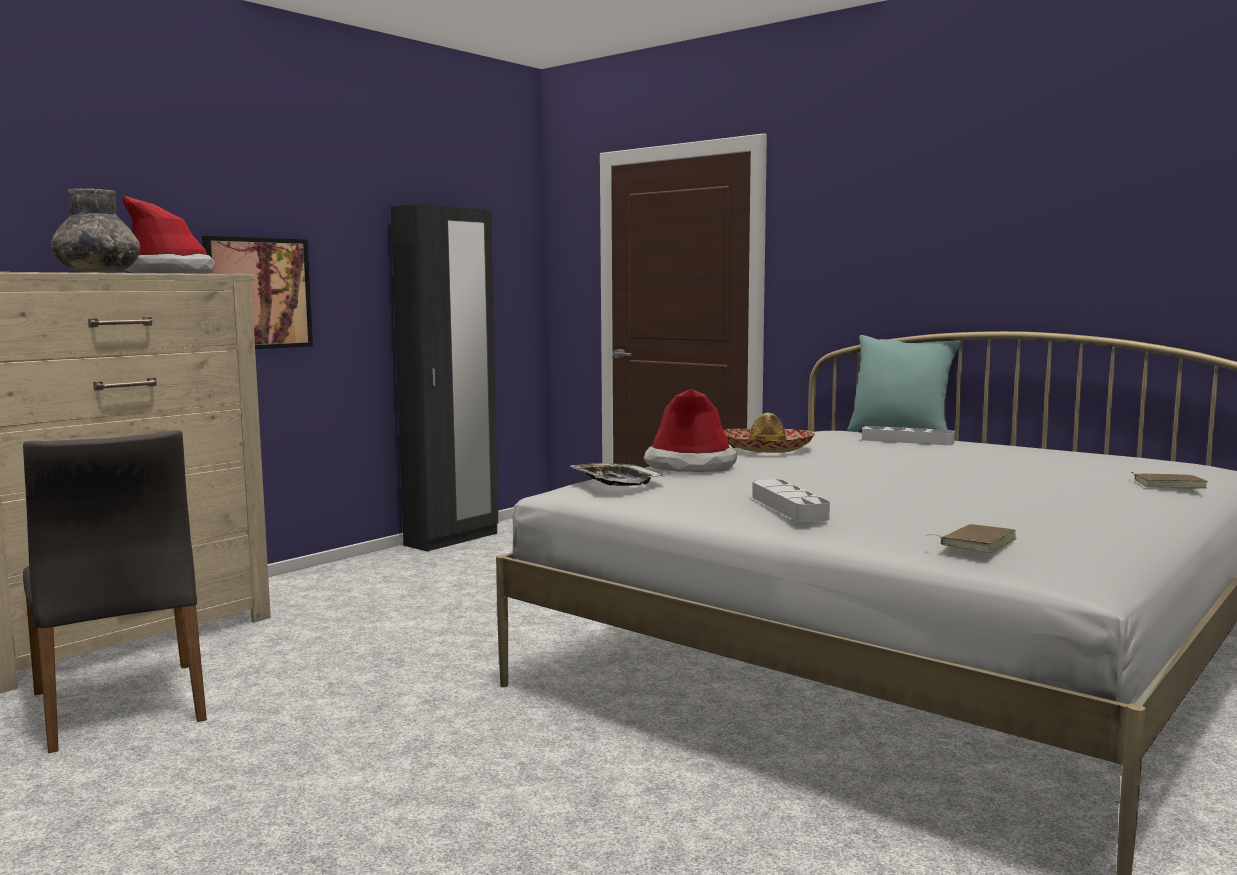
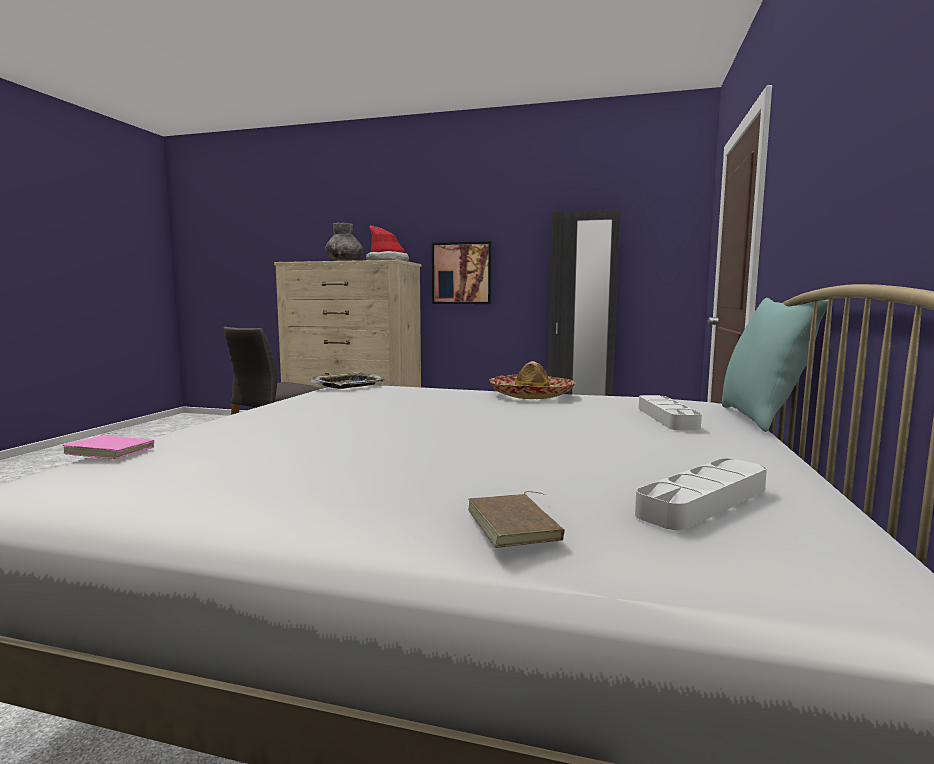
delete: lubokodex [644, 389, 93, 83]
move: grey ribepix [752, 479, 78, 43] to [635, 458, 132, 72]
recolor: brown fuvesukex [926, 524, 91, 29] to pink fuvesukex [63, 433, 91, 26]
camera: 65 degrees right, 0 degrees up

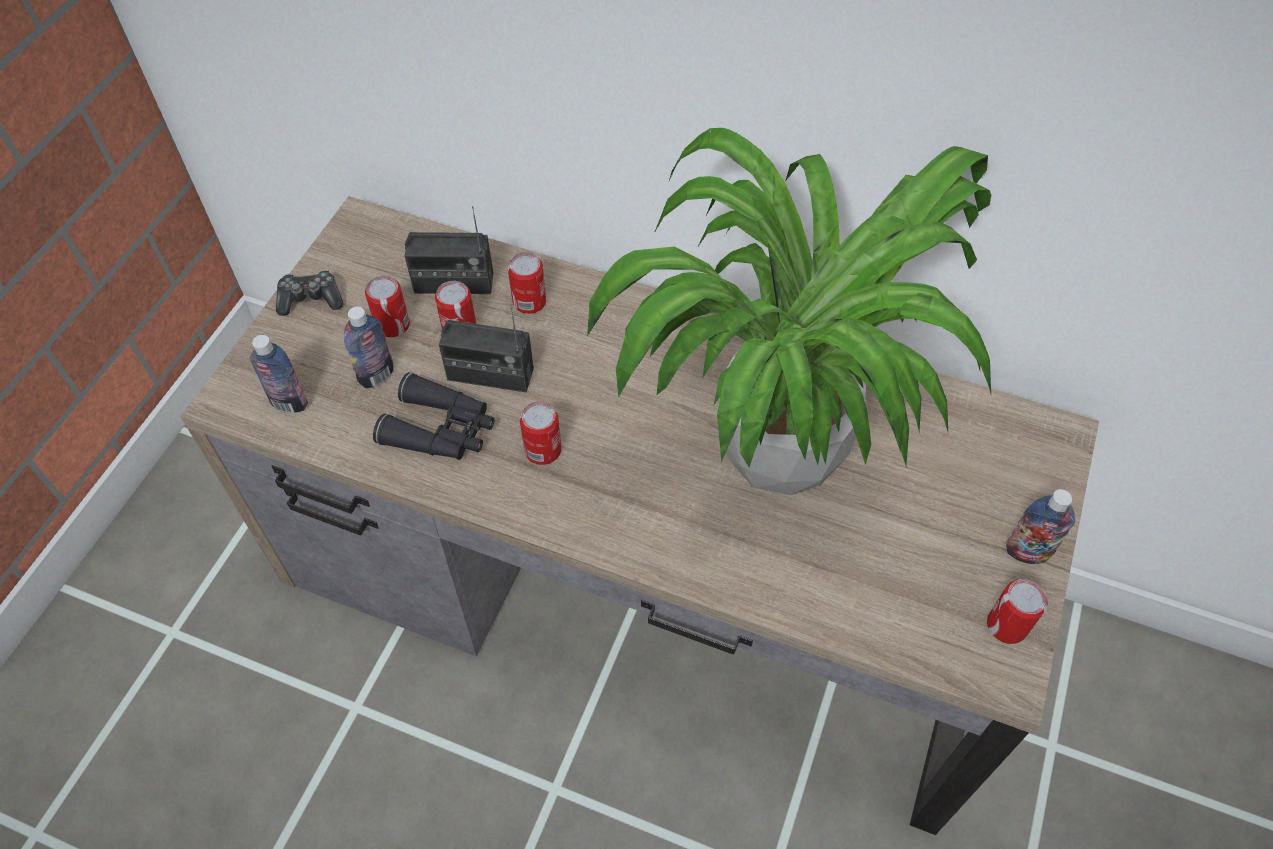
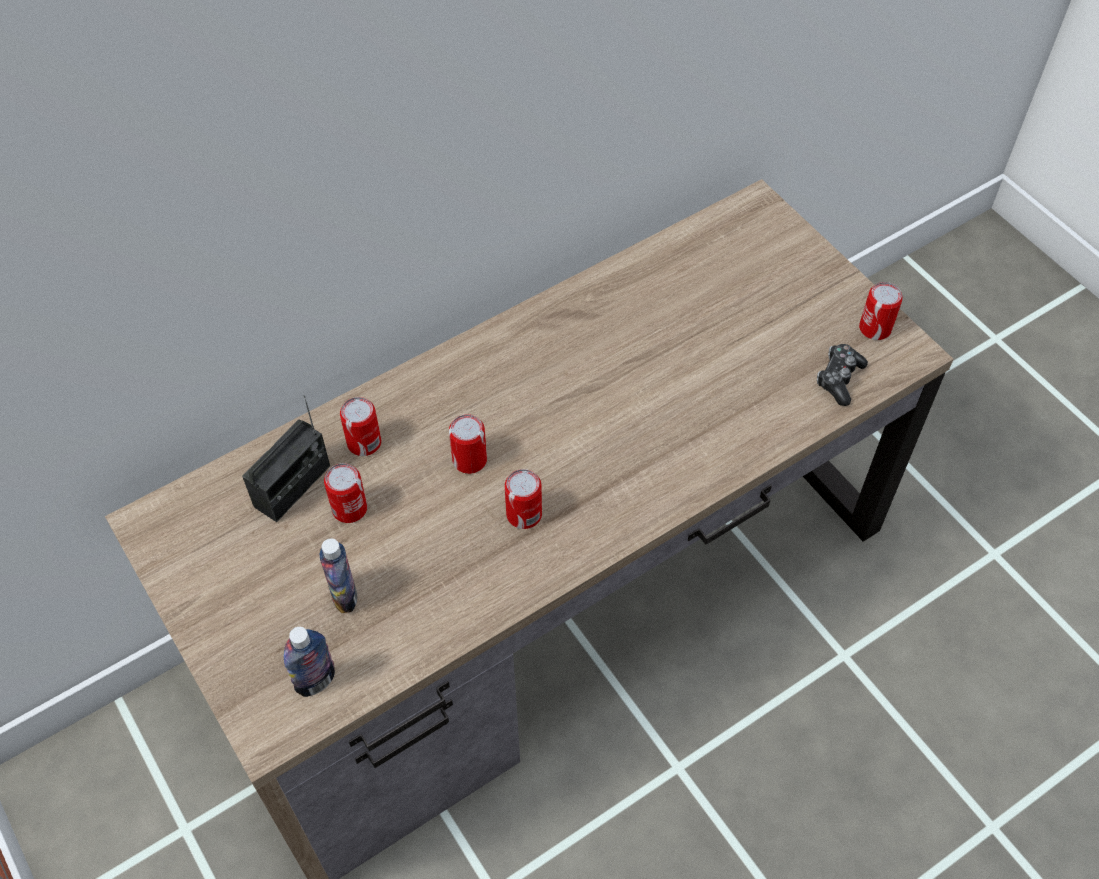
delete: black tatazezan [373, 372, 122, 88]; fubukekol [439, 307, 95, 85]; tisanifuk [587, 128, 404, 367]; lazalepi [1006, 489, 69, 75]
move: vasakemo [276, 270, 67, 46] to [817, 344, 51, 62]; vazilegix [365, 276, 45, 61] to [449, 414, 38, 60]
camera: 55 degrees left, 0 degrees up

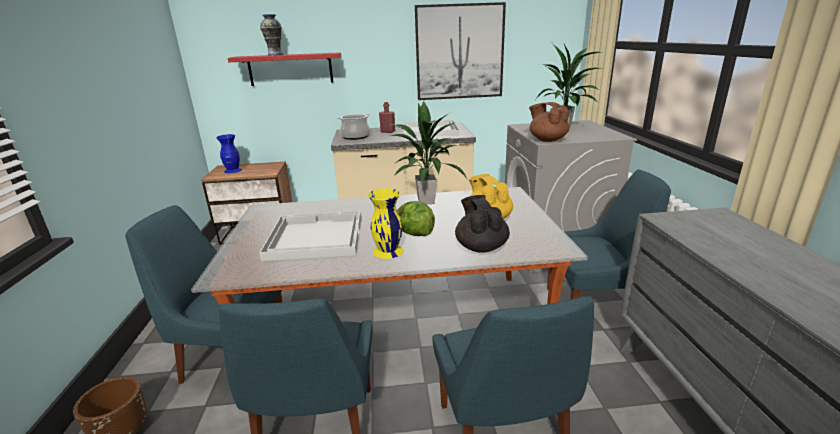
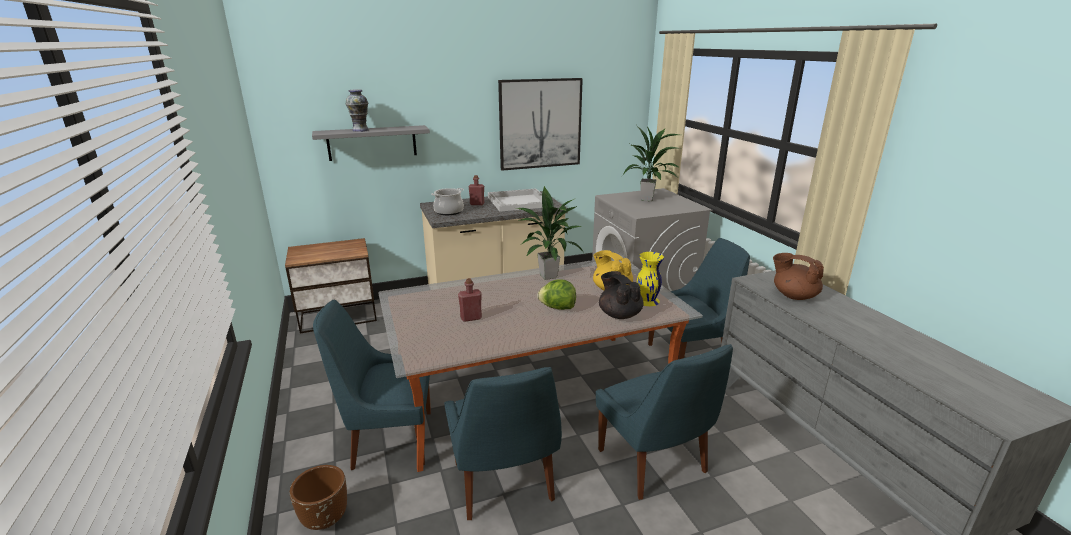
delete: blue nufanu [216, 134, 26, 39]
move: yellow nufanu [368, 188, 35, 71] to [637, 252, 27, 54]; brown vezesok [529, 102, 40, 40] to [773, 253, 51, 47]
replace: white ribepix [259, 211, 102, 50] to red lazalepi [458, 278, 24, 44]
recolor: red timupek [228, 52, 113, 34] to grey timupek [312, 125, 118, 36]
camera: 15 degrees left, 0 degrees up

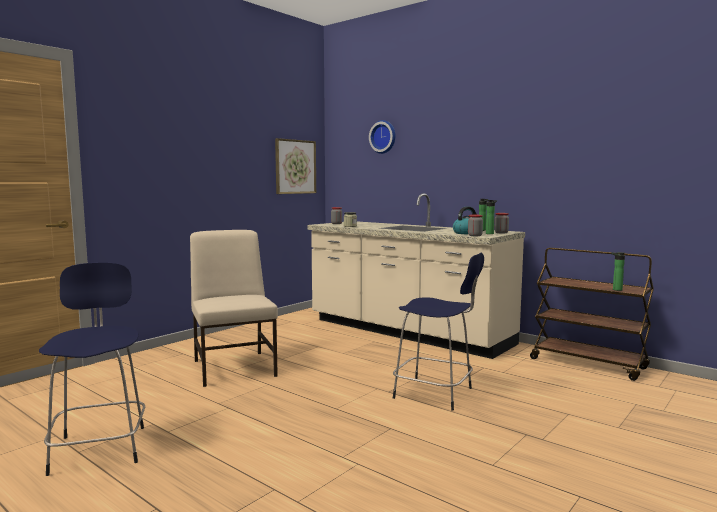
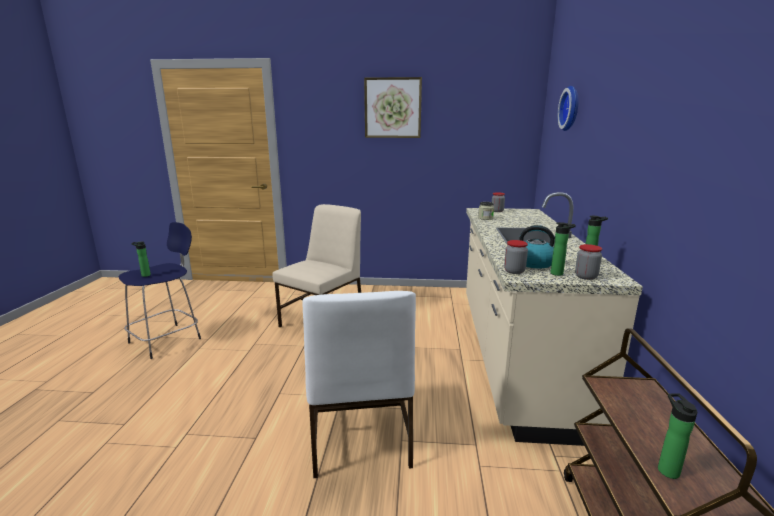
insert: lazalepi [131, 241, 20, 36]
move: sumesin [275, 138, 41, 56] to [364, 77, 58, 61]
replace: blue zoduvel [393, 253, 91, 158] to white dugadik [302, 291, 114, 187]
camera: 55 degrees right, 10 degrees up

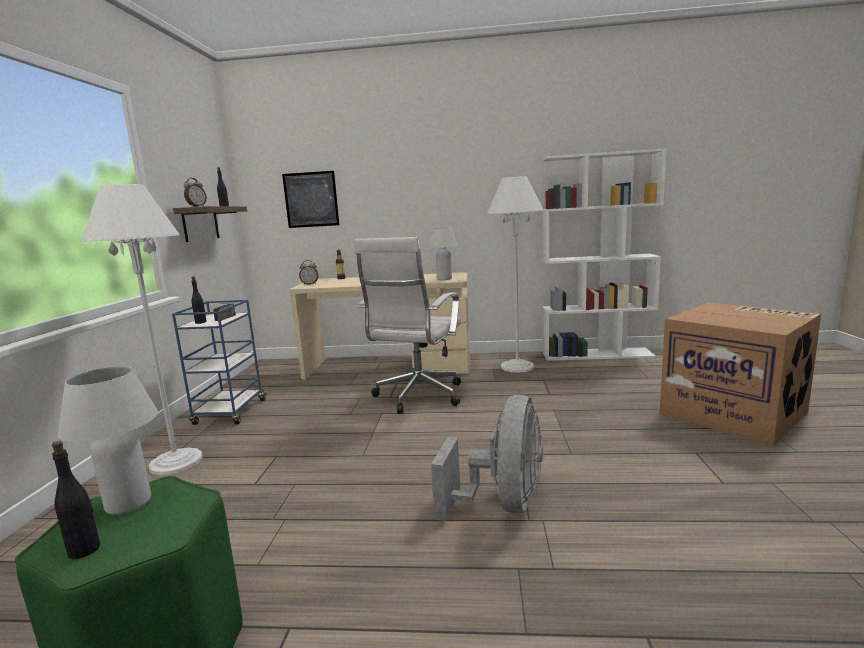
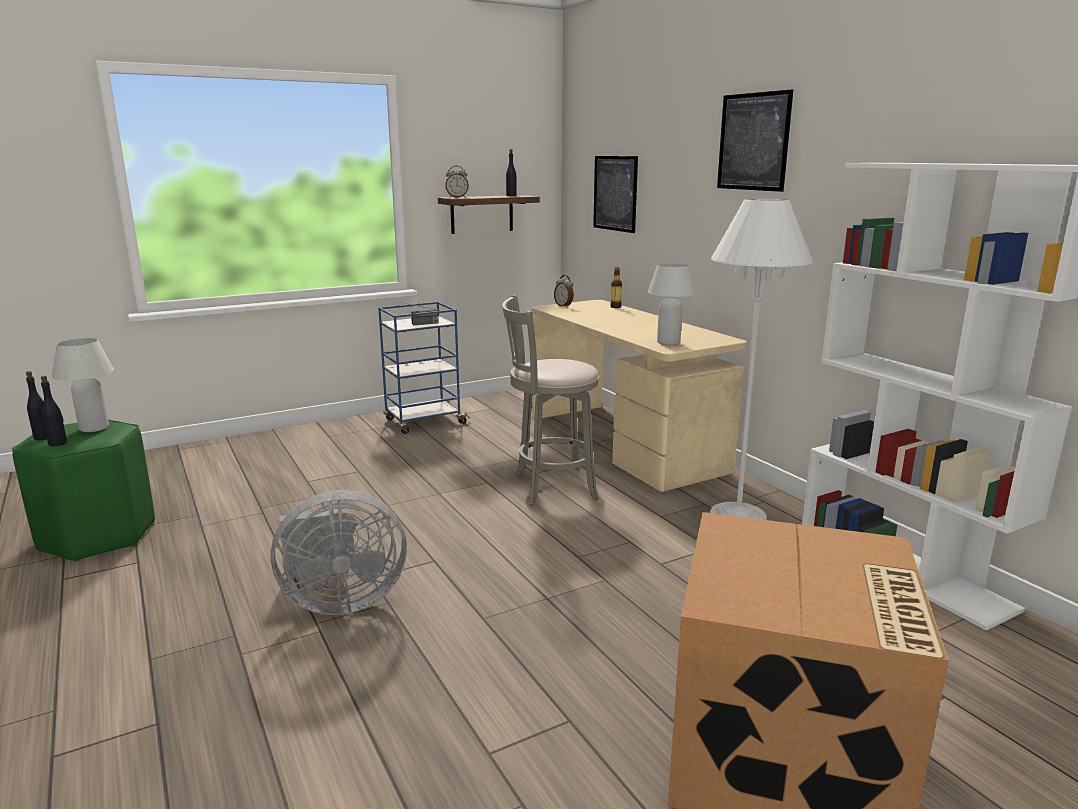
delete: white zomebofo [80, 184, 123, 291]
insert: sumesin [717, 89, 76, 103]
move: black lazalepi [191, 276, 16, 48] to [41, 376, 26, 70]
replace: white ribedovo [354, 237, 107, 177] to grey zoduvel [502, 295, 97, 211]
camera: 55 degrees right, 5 degrees up

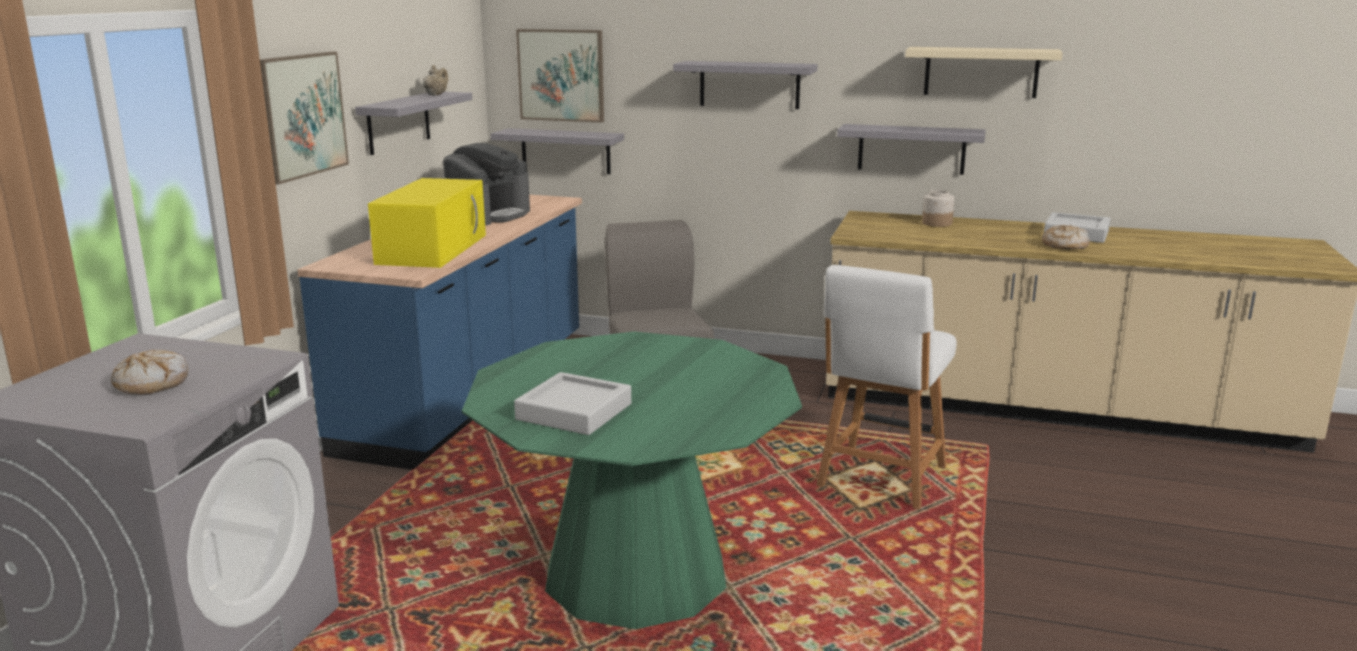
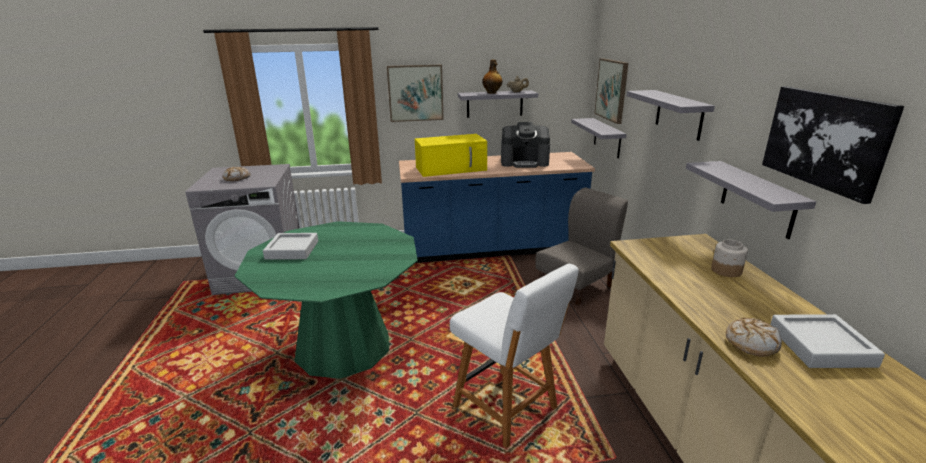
insert: lazalepi [482, 59, 21, 35]
replace: beige timupek [905, 47, 158, 51] to sumesin [762, 86, 142, 118]
rotate: white dugadik [816, 265, 141, 244] = [450, 263, 129, 185] 135 degrees counterclockwise
camera: 65 degrees right, 5 degrees up

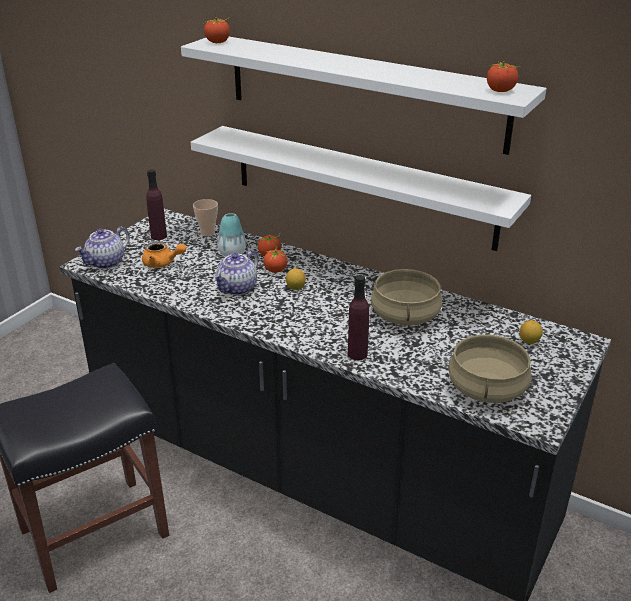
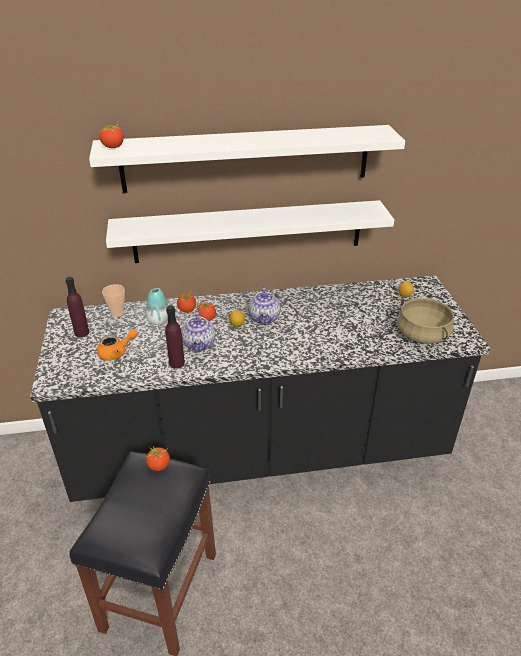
delete: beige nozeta [371, 268, 71, 58]
move: vezesok [75, 227, 55, 42] to [248, 286, 32, 39]; purple lazalepi [348, 275, 21, 85] to [165, 305, 20, 64]; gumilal [487, 61, 33, 31] to [146, 447, 24, 24]
camera: 40 degrees left, 5 degrees up

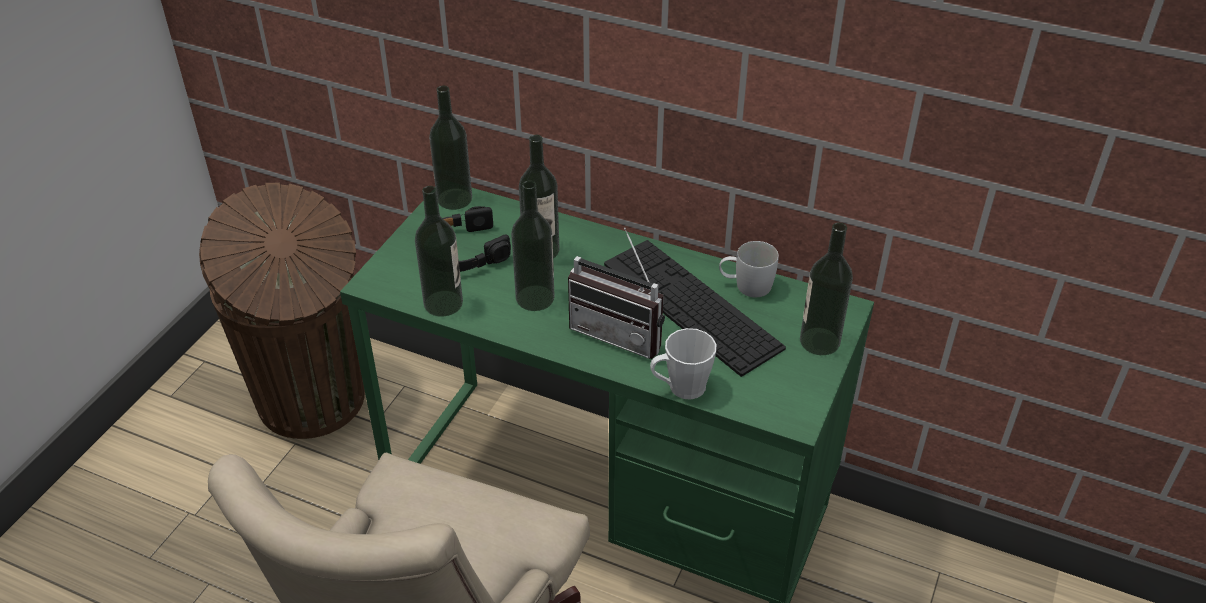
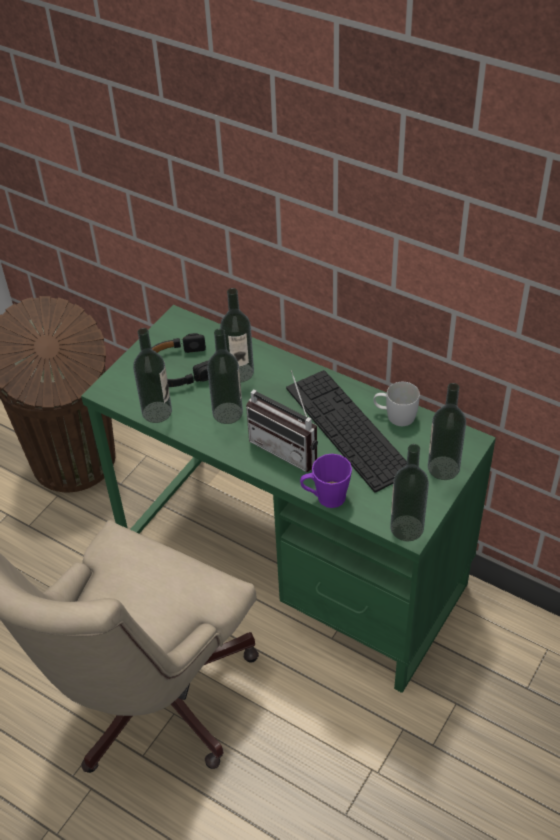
move: lazalepi [429, 86, 43, 124] to [390, 444, 39, 97]
recolor: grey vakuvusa [650, 328, 66, 71] to purple vakuvusa [300, 454, 52, 54]
camera: 10 degrees right, 5 degrees up

